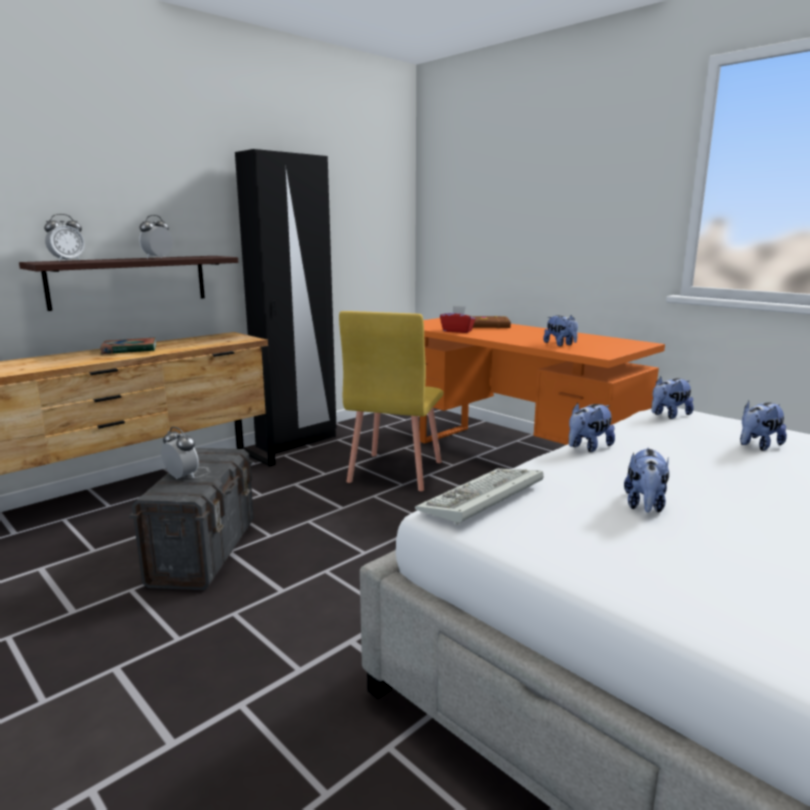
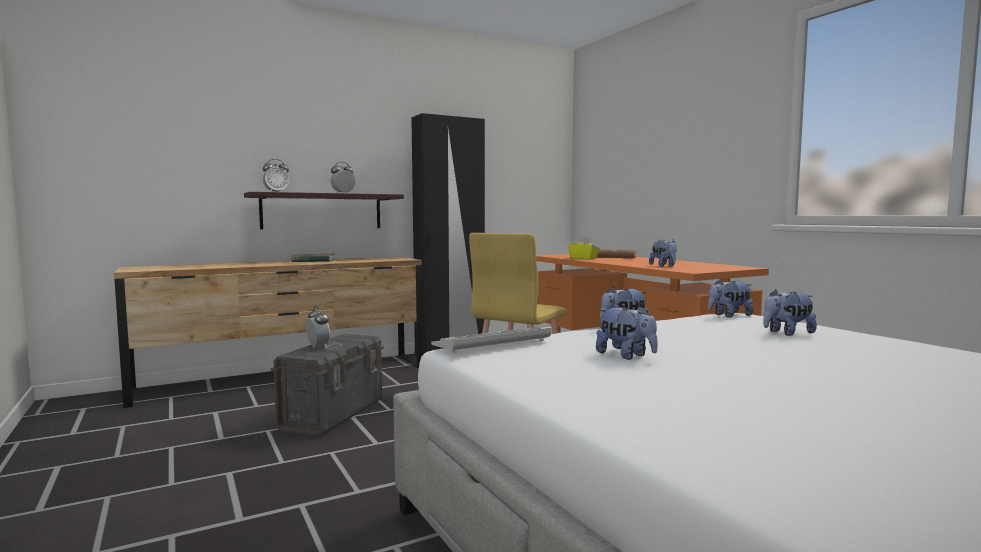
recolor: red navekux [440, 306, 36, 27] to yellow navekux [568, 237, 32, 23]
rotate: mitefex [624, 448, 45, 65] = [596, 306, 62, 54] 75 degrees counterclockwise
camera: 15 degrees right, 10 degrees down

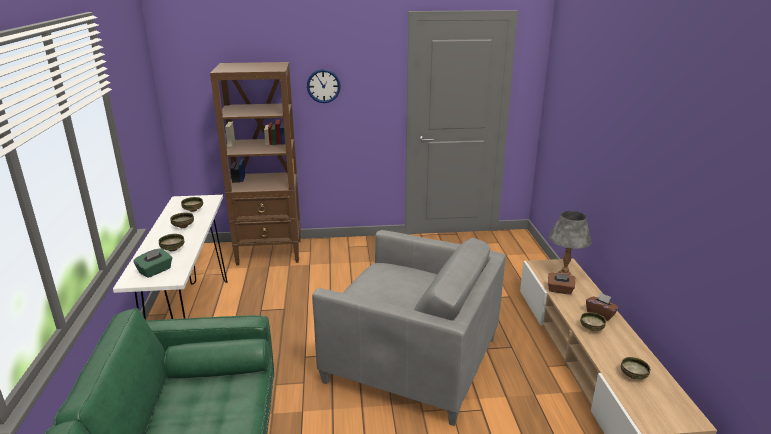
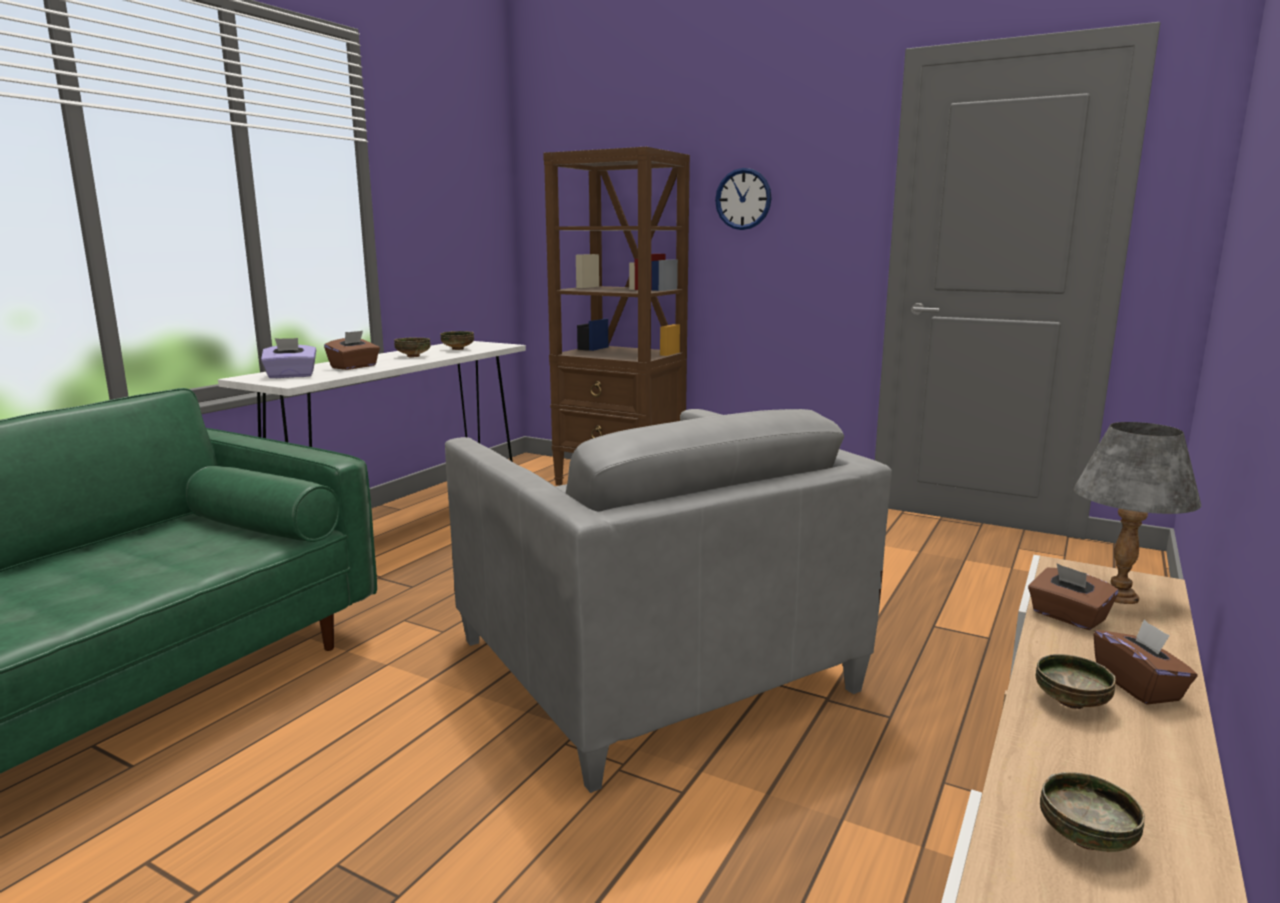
replace: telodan [159, 234, 26, 17] to brown navekux [324, 331, 56, 39]
recolor: green navekux [133, 248, 39, 30] to purple navekux [261, 338, 55, 40]
camera: 35 degrees right, 10 degrees down

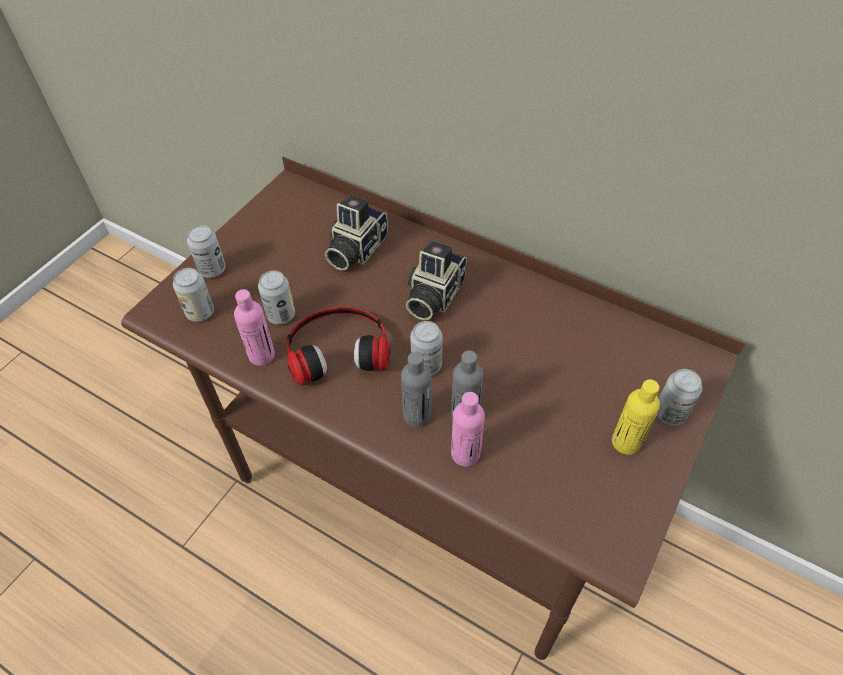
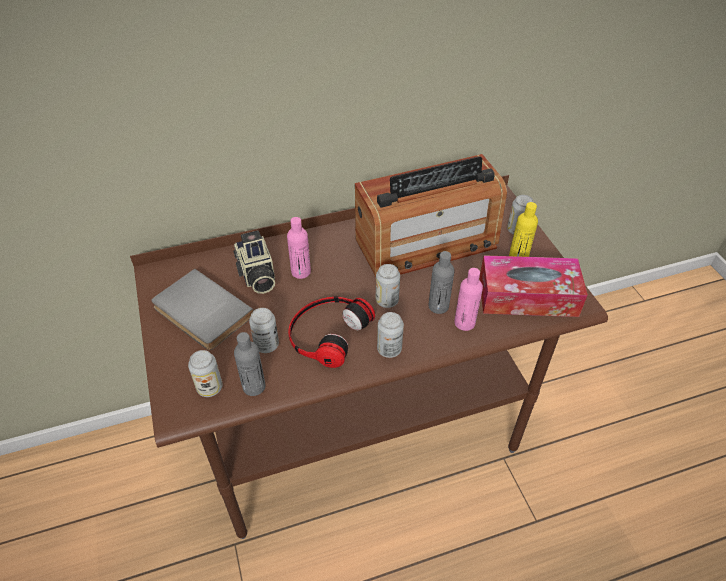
delete: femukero [406, 240, 61, 80]
insert: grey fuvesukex [151, 269, 103, 81]; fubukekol [355, 154, 152, 123]; navekux [479, 255, 109, 62]
move: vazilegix [187, 225, 39, 53] to [377, 312, 27, 46]; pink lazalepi [234, 289, 41, 77] to [287, 217, 24, 62]; grey lazalepi [401, 352, 30, 75] to [234, 332, 32, 64]
camera: 50 degrees left, 5 degrees down

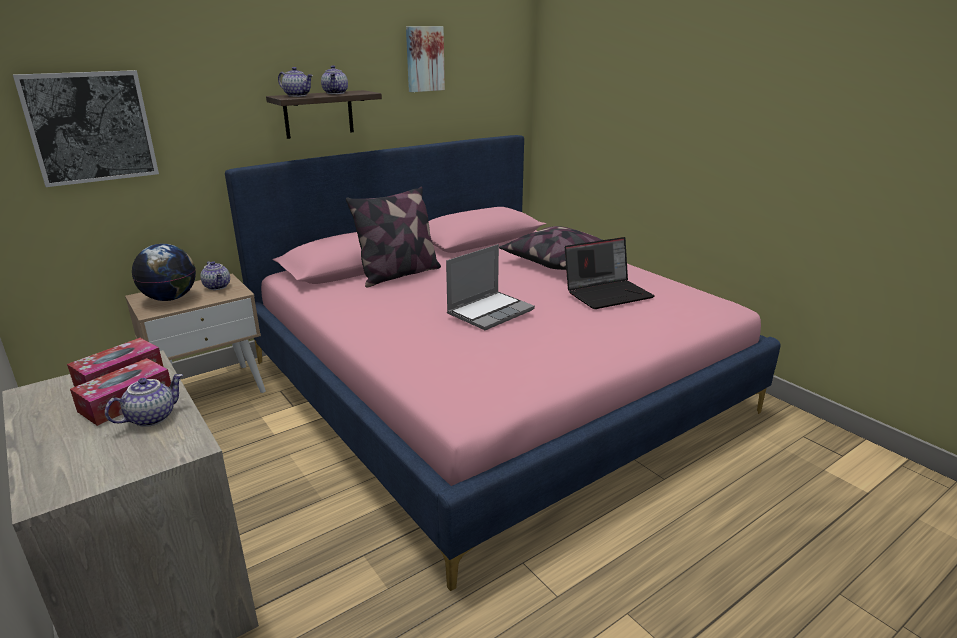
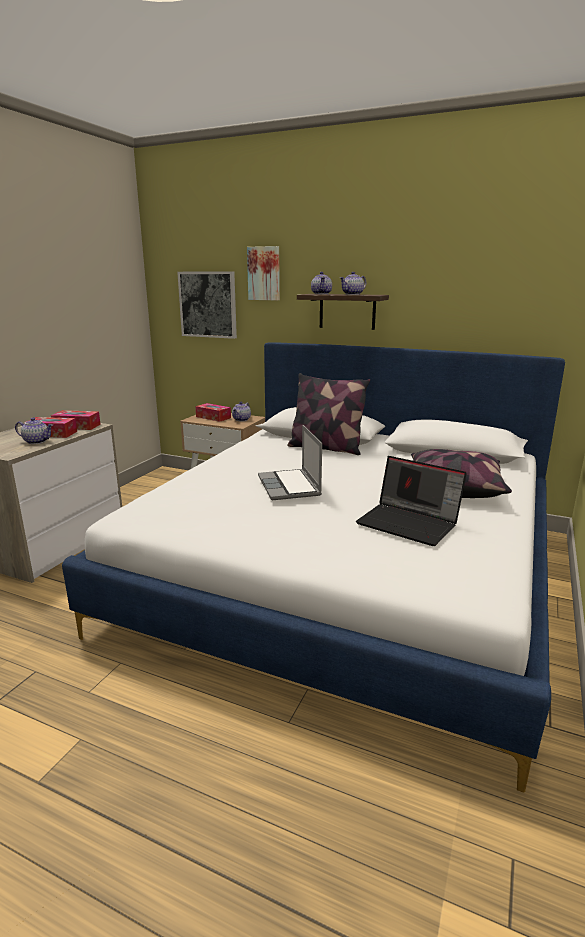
move: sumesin [406, 26, 39, 66] to [247, 246, 33, 55]
replace: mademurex [132, 244, 64, 57] to navekux [195, 403, 36, 19]
recolor: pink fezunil [225, 135, 556, 456] to white fezunil [62, 342, 503, 451]
rotate: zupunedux [446, 244, 89, 86] = [258, 425, 64, 75] 60 degrees clockwise
camera: 60 degrees right, 5 degrees down

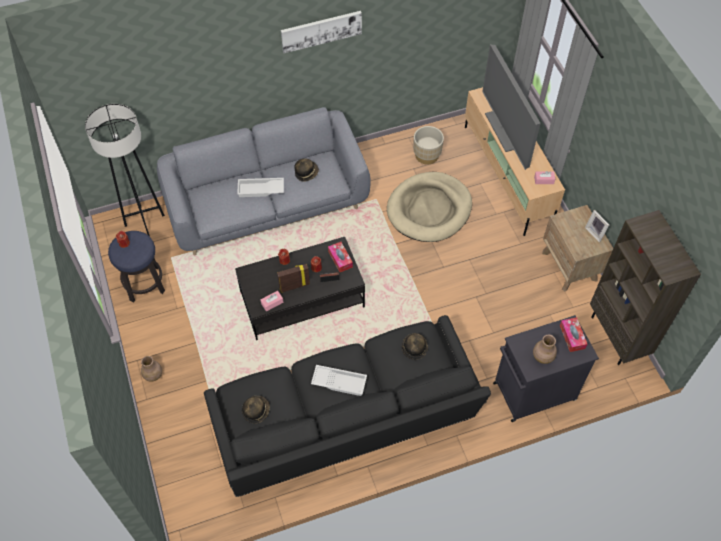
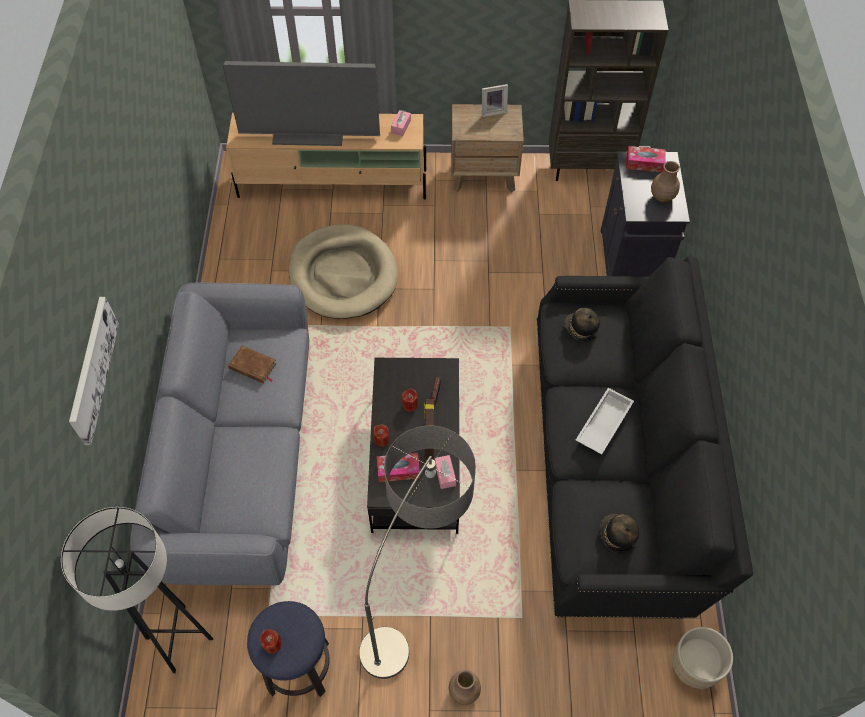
delete: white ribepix [237, 178, 47, 19]
insert: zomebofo [359, 426, 117, 253]
move: sumesin [281, 11, 81, 42] to [69, 297, 50, 148]; navekux [328, 242, 25, 30] to [377, 453, 43, 29]; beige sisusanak [413, 126, 31, 38] to [672, 627, 61, 62]
replace: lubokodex [294, 158, 25, 24] to brown fuvesukex [228, 346, 49, 37]
camera: 70 degrees left, 0 degrees up

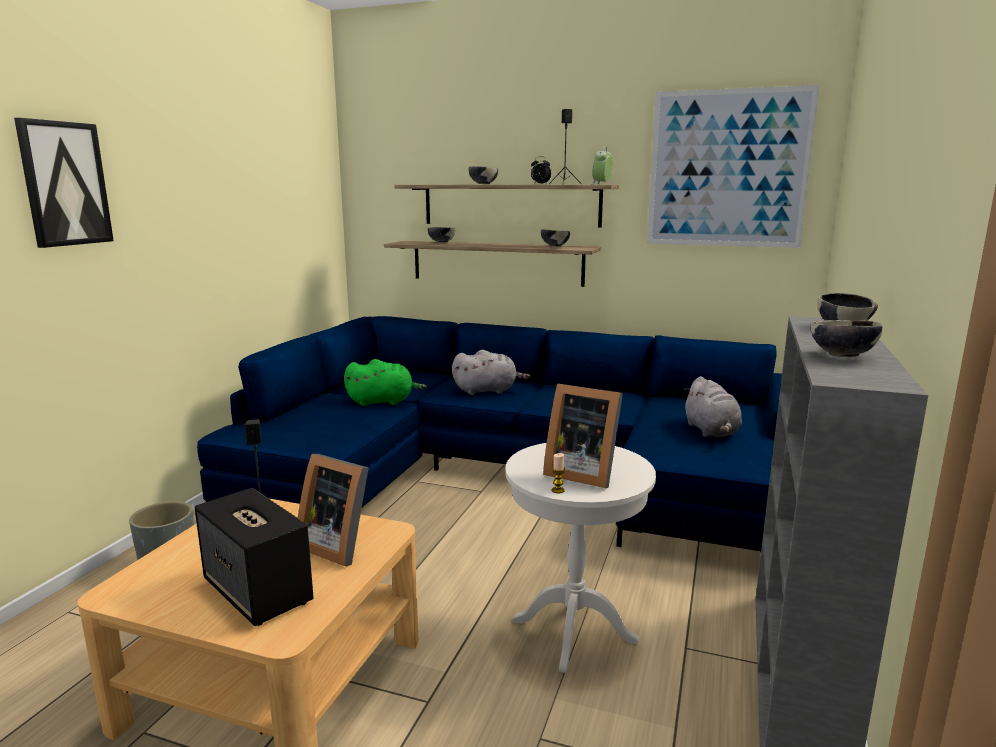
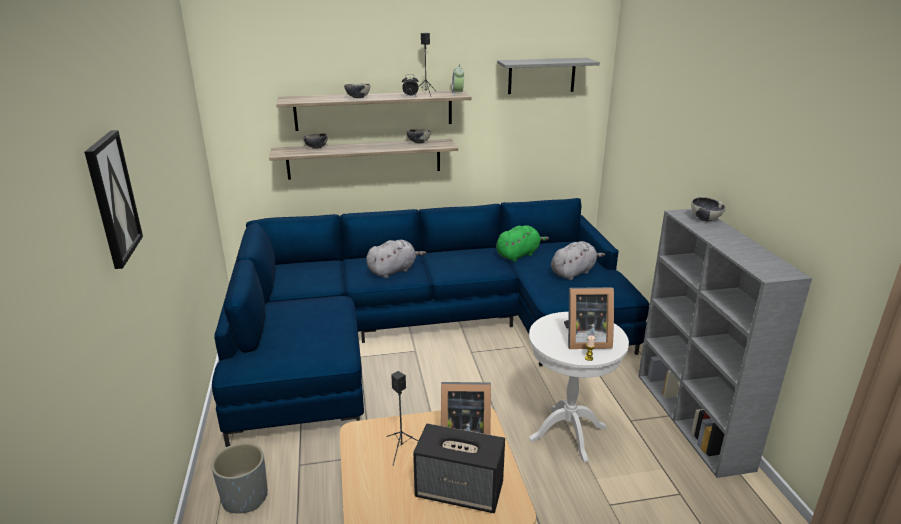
delete: telodan [810, 320, 73, 37]
move: green mitefex [344, 359, 83, 47] to [496, 225, 53, 37]
replace: sumesin [647, 85, 172, 163] to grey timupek [497, 58, 103, 36]
rotate: grey mitefex [684, 376, 58, 61] = [551, 241, 54, 39] 90 degrees counterclockwise
camera: 30 degrees left, 10 degrees up

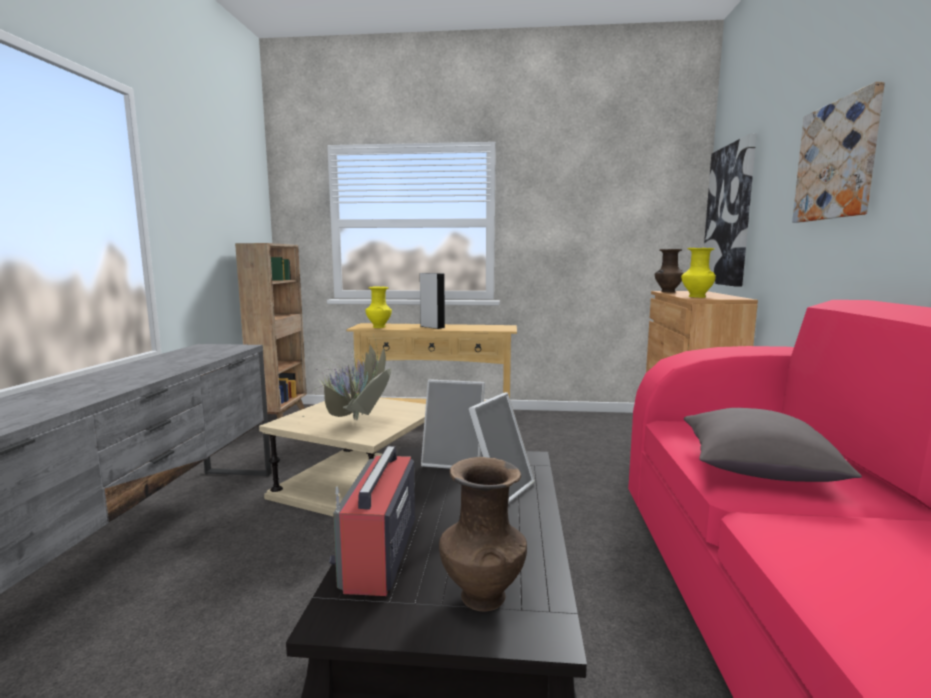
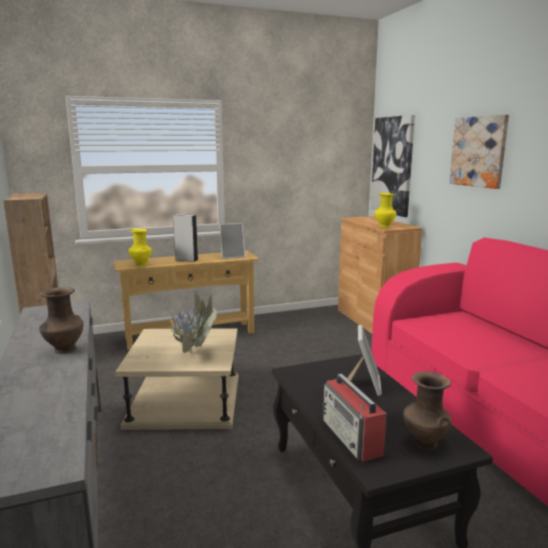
delete: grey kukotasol [684, 408, 178, 74]
move: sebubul [421, 379, 64, 90] to [219, 223, 26, 36]; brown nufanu [655, 249, 28, 43] to [39, 287, 44, 67]
camera: 25 degrees left, 5 degrees up

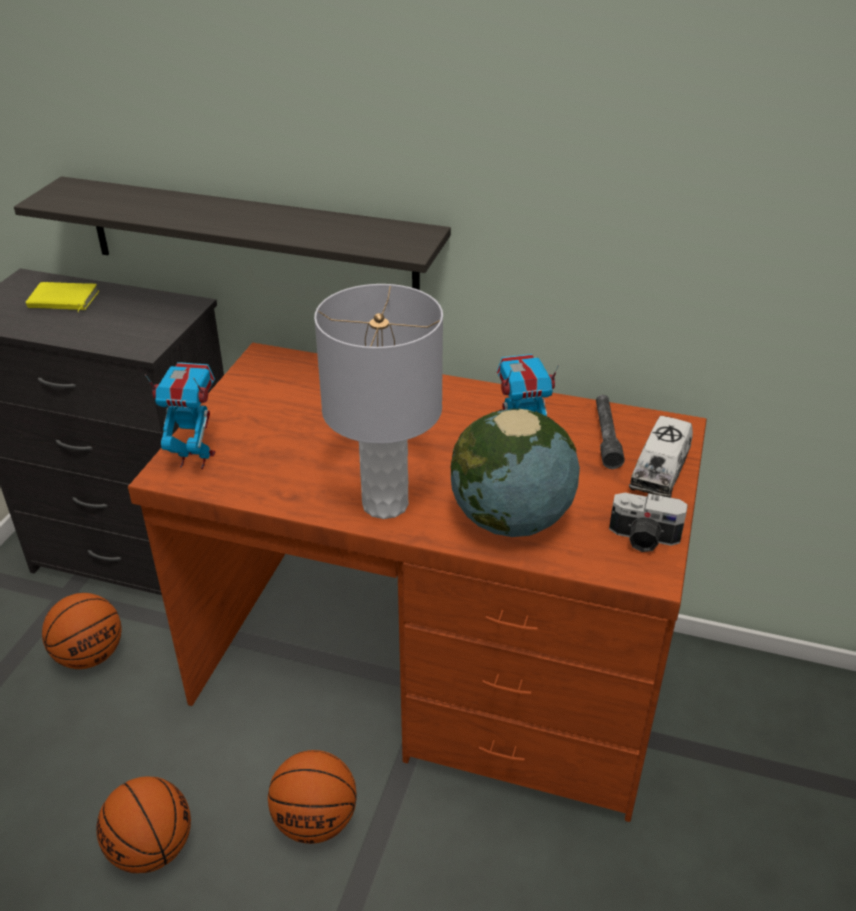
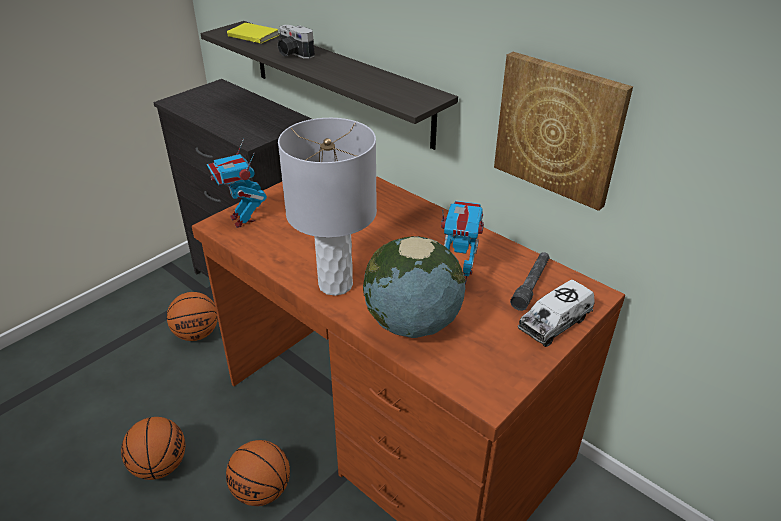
insert: sumesin [494, 52, 139, 159]
move: yellow fuvesukex [26, 282, 73, 30] to [227, 23, 52, 21]; femukero [609, 493, 79, 59] to [277, 25, 38, 34]
rotate: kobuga [145, 362, 70, 107] = [207, 138, 60, 90] 150 degrees counterclockwise
camera: 25 degrees right, 0 degrees up

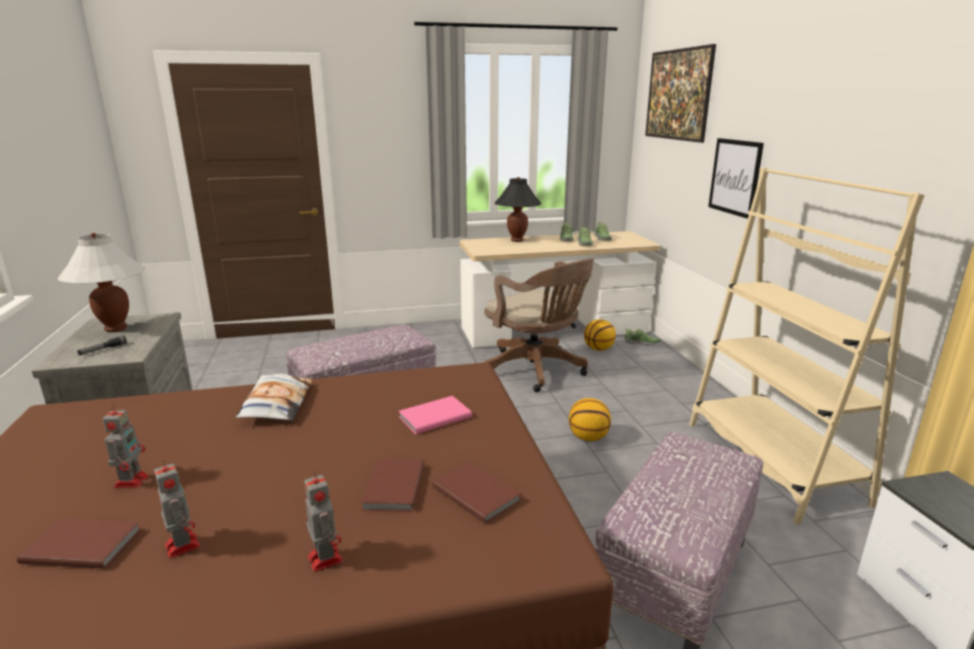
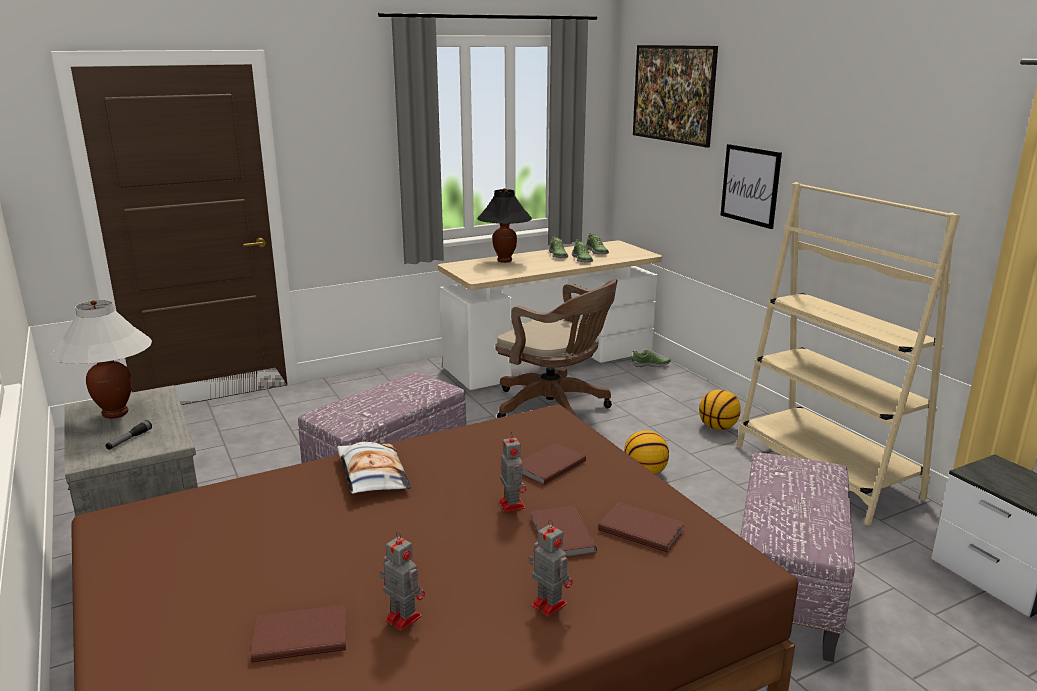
move: kobuga [103, 404, 46, 84] to [499, 432, 28, 80]; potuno [584, 319, 32, 32] to [699, 390, 42, 40]
recolor: pink fuvesukex [399, 396, 73, 38] to brown fuvesukex [521, 443, 65, 42]
camera: 15 degrees left, 0 degrees up

